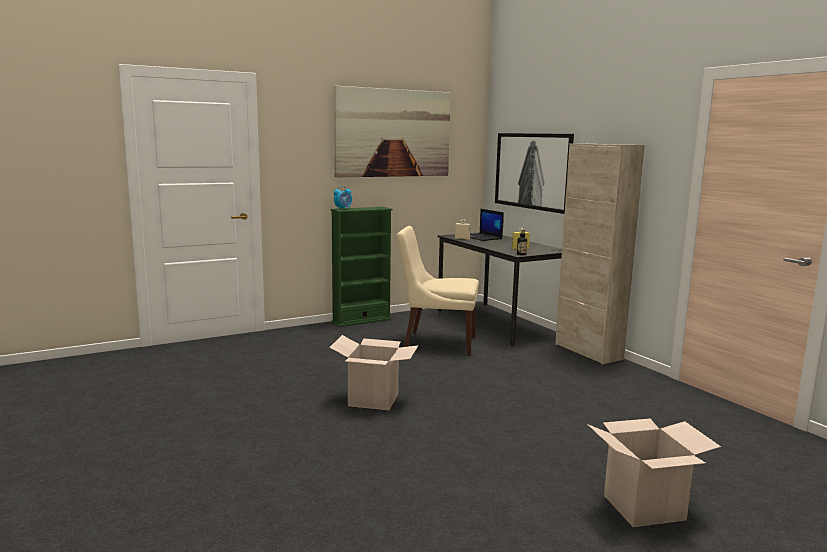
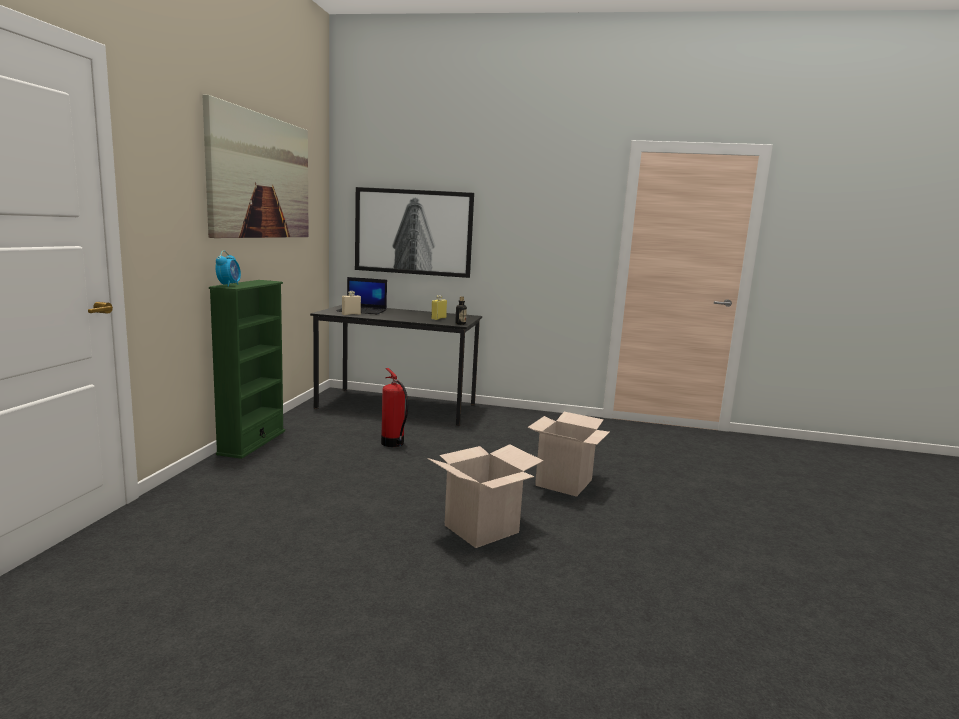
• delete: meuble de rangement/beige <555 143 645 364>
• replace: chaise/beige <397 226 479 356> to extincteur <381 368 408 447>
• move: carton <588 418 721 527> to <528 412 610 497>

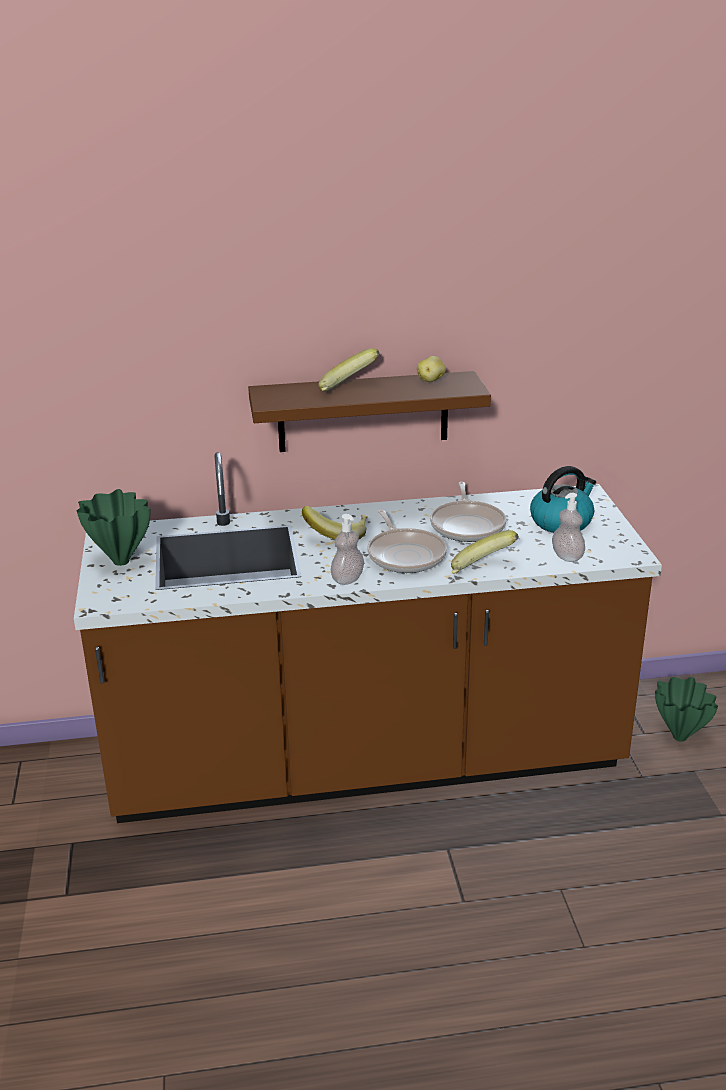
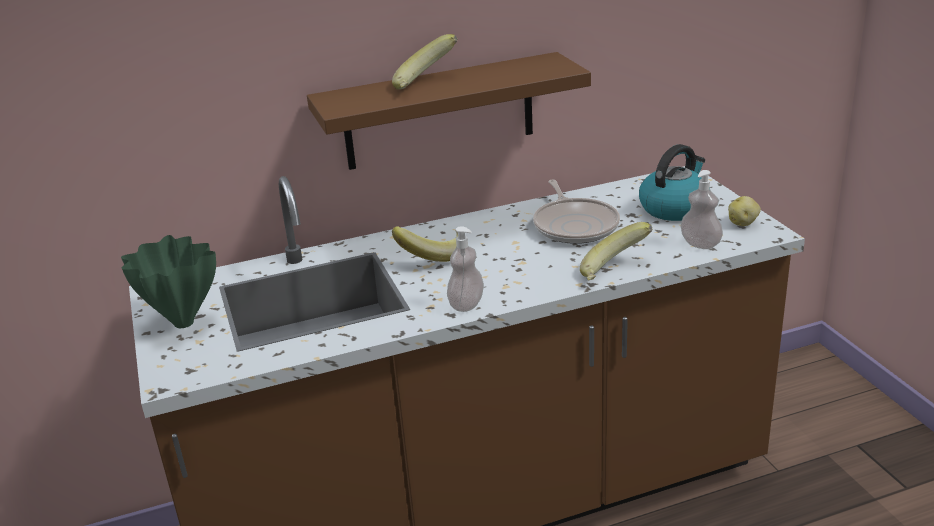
• move: pomme de terre <417 356 446 382> to <728 196 761 226>
• delete: poêle <367 510 447 573>
• delete: vase/vert <655 677 718 742>

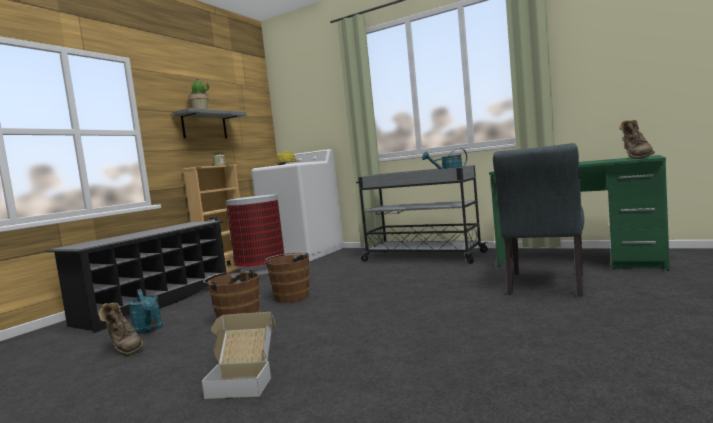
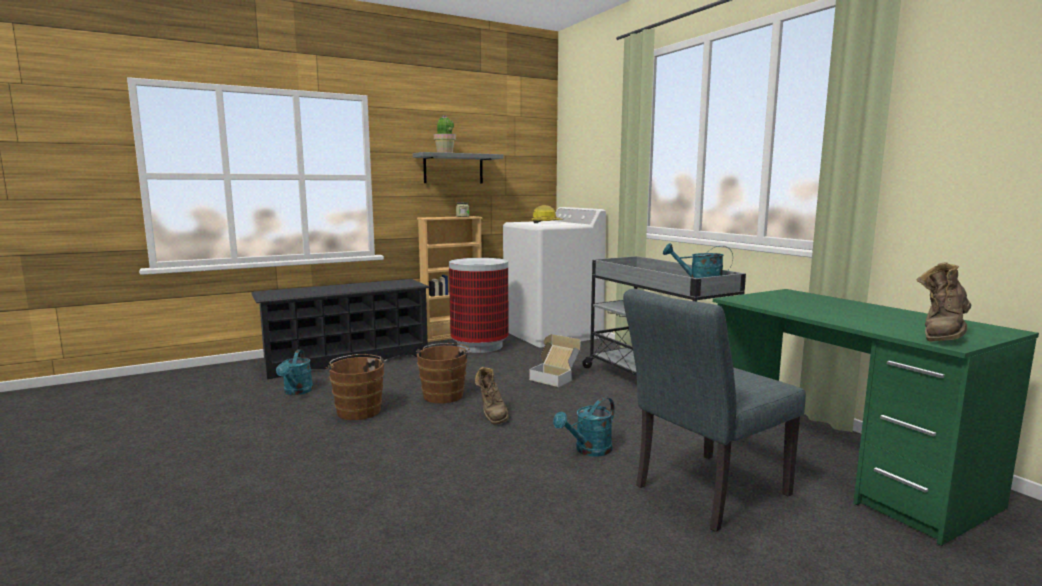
• move: botte/marron <99 303 144 356> to <475 367 509 425>
• move: carton <202 312 276 399> to <529 334 580 387>
• insert: arrosoir/turquoise <553 397 615 457>

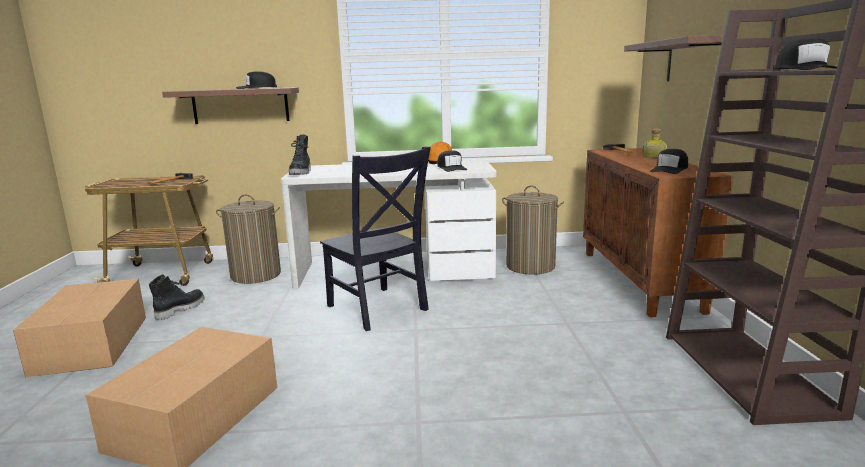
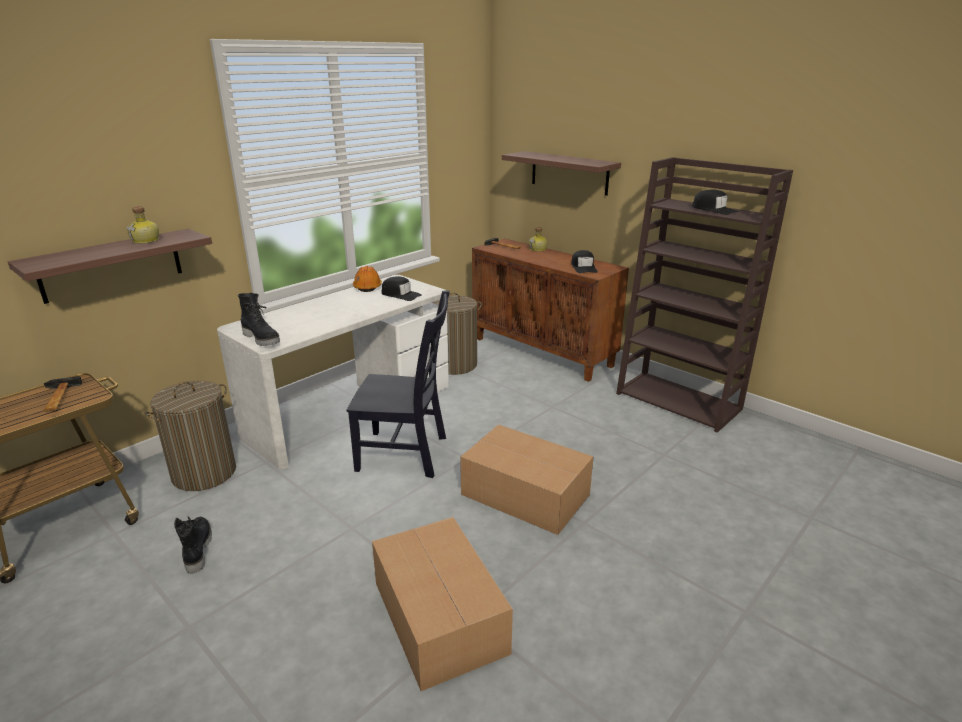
• replace: casquette/noir <236 71 277 89> to bouteille <126 206 159 244>
• move: carton <13 279 146 377> to <460 424 593 535>

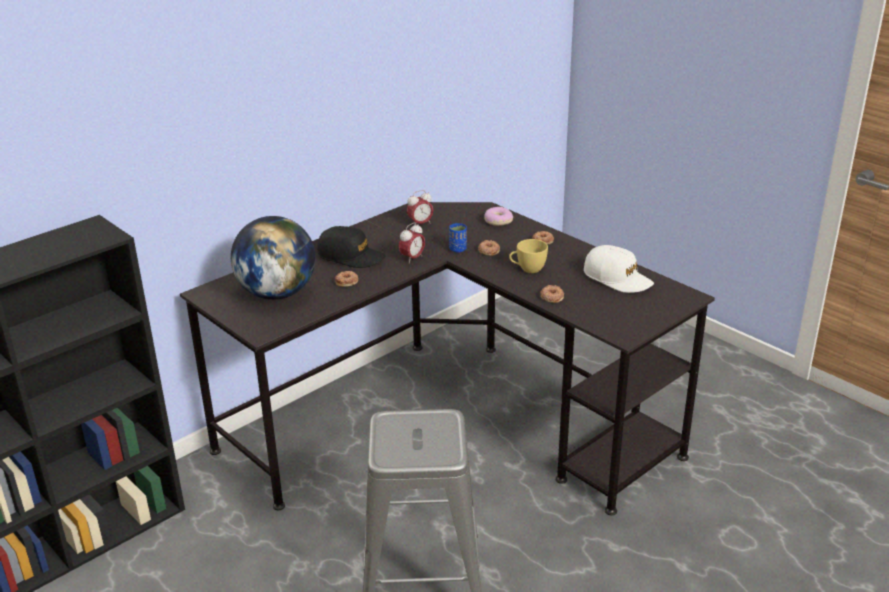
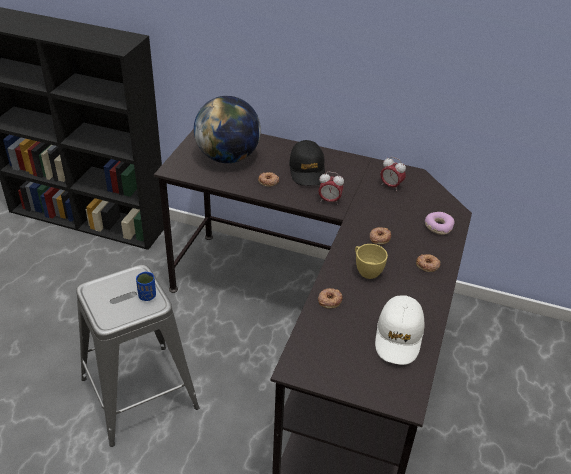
• move: tasse/bleu <449 223 467 253> to <136 272 156 301>

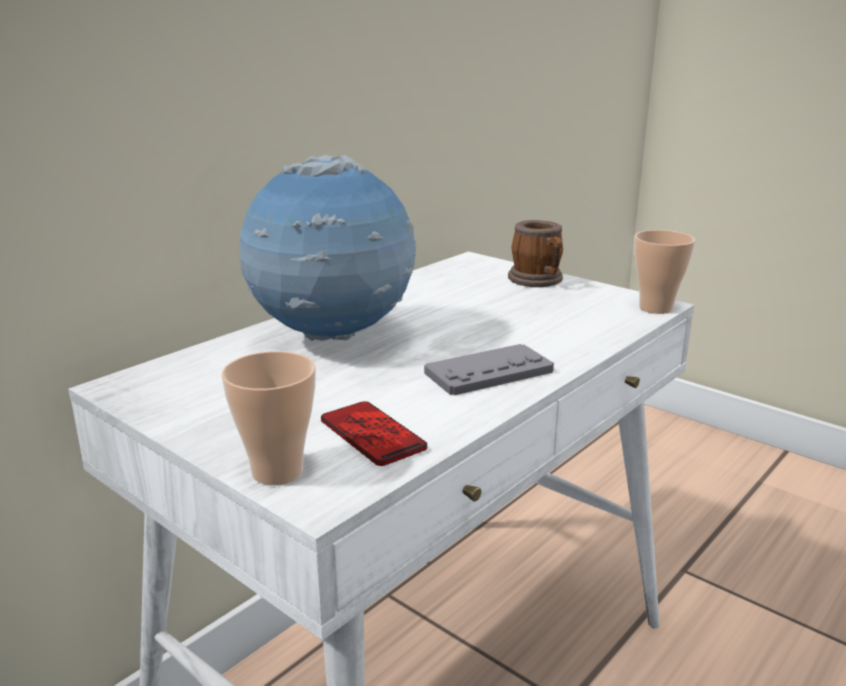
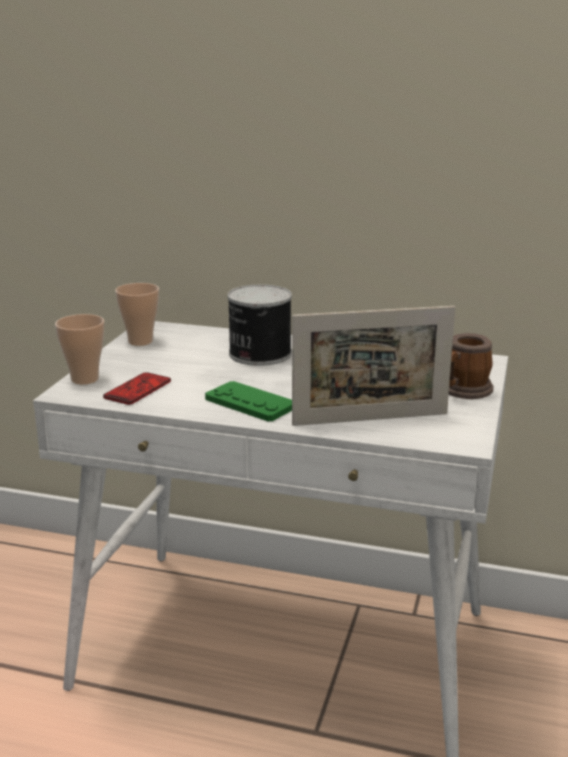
• replace: globe <240 155 417 341> to boîte métallique <228 285 292 366>
• move: tasse <634 230 695 314> to <115 283 159 346>
• recolor: manette/gris <424 344 554 395> to manette/vert <205 381 292 422>
• insert: cadre photo <292 306 455 426>

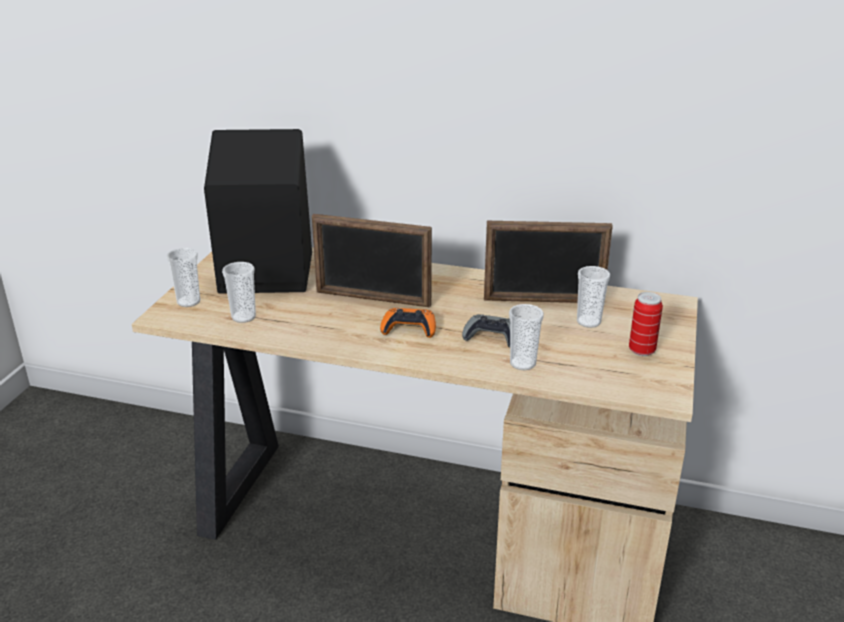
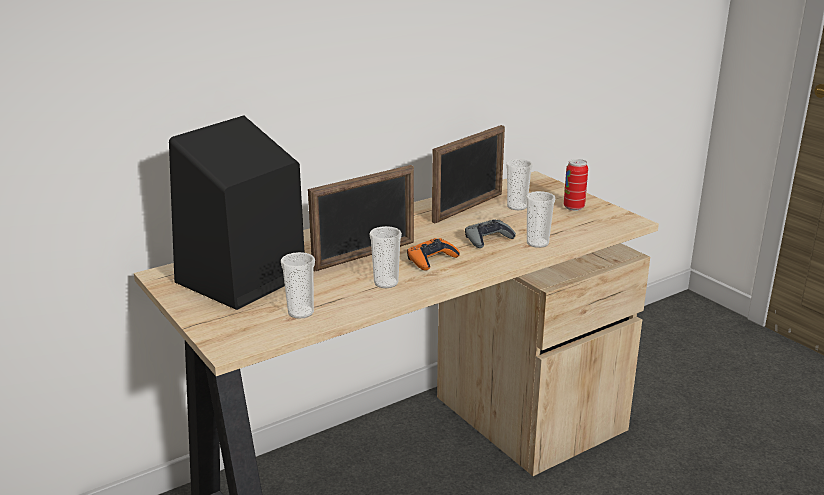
• move: tasse <166 248 201 307> to <369 226 402 288>

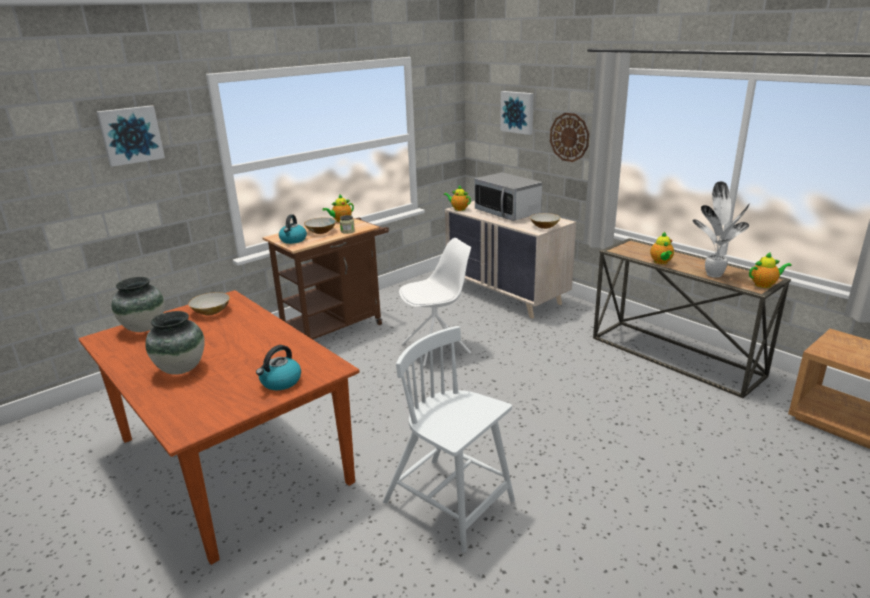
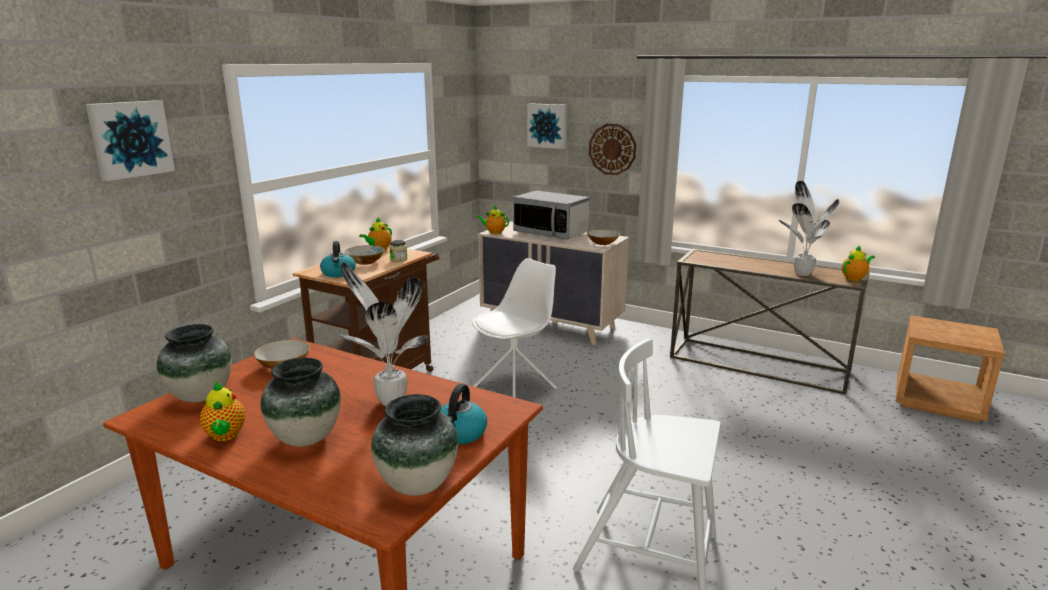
• move: théière <650 232 674 264> to <200 382 245 441>
• insert: plante en pot <338 262 428 406>
• insert: vase <371 394 458 496>

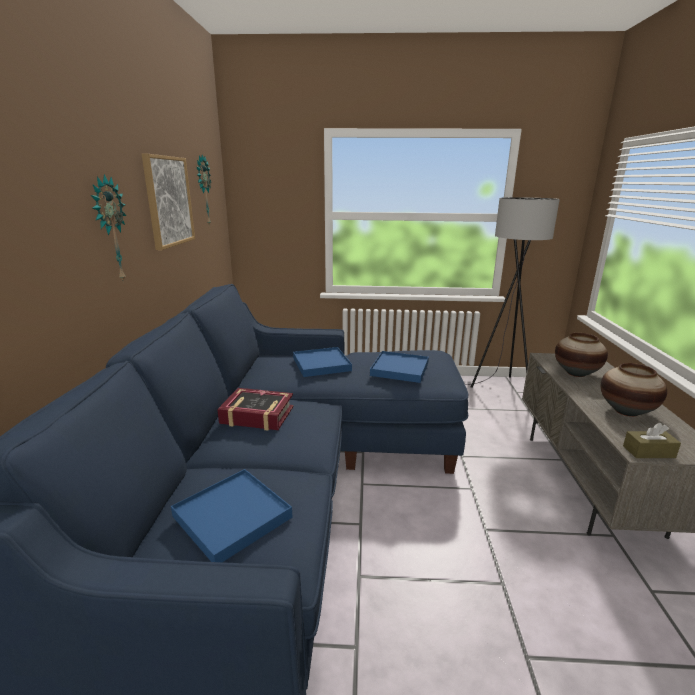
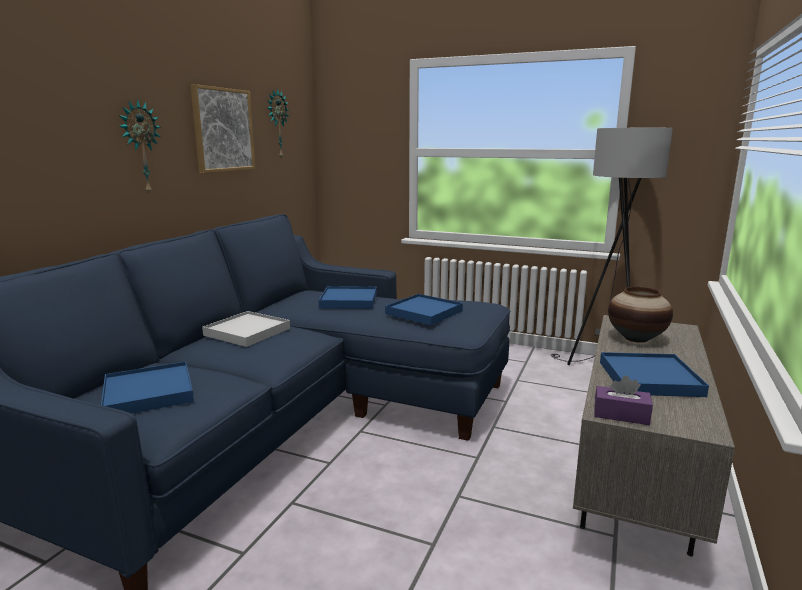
• replace: vase <601 363 667 417> to plateau/bleu <600 352 709 397>
• replace: livre <217 388 294 431> to plateau/blanc <202 311 290 347>
• recolor: boîte à mouchoirs/marron <623 423 681 458> to boîte à mouchoirs/violet <595 376 653 425>

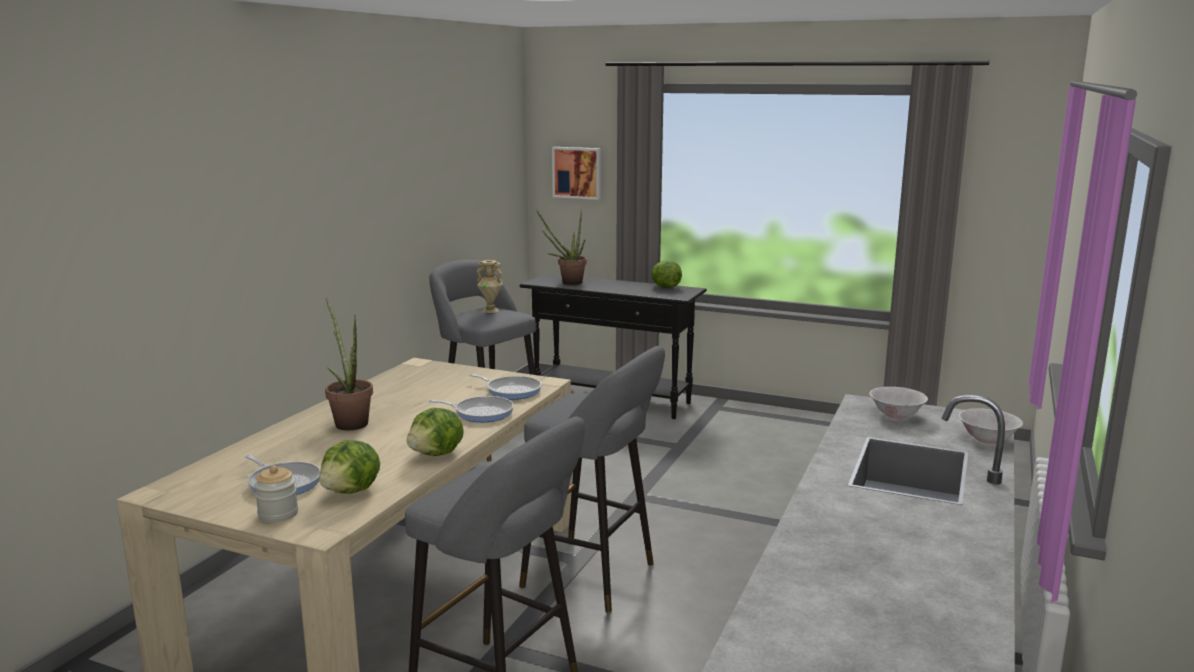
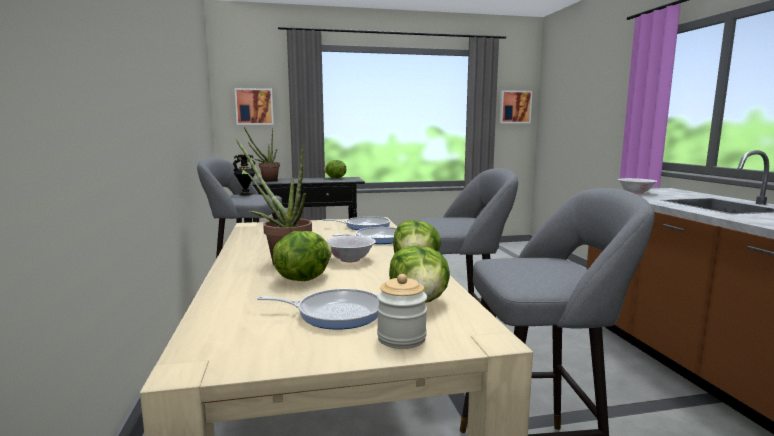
• recolor: vase/beige <477 260 503 313> to vase/noir <233 154 255 196>
• move: bol/blanc <958 408 1023 444> to <325 235 376 262>
• insert: tableau <499 90 532 123>
• insert: laitue <273 231 332 281>

